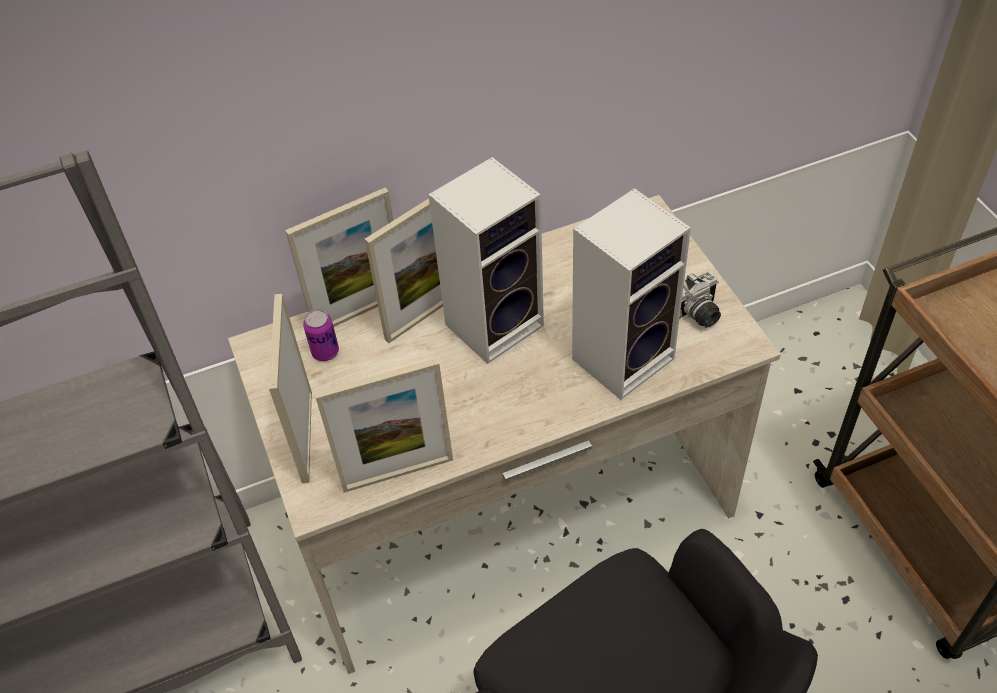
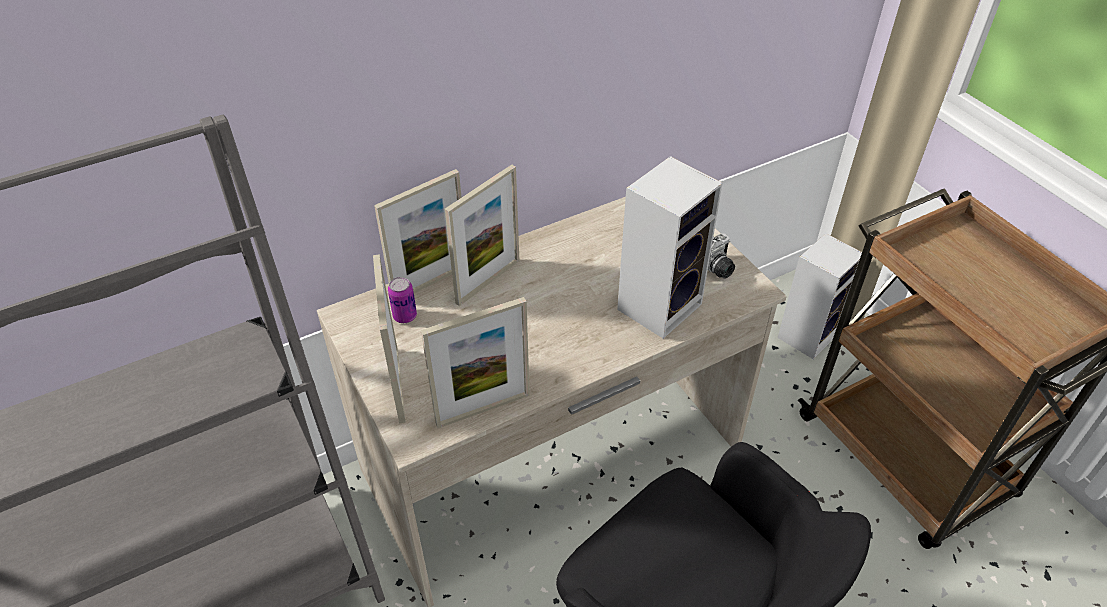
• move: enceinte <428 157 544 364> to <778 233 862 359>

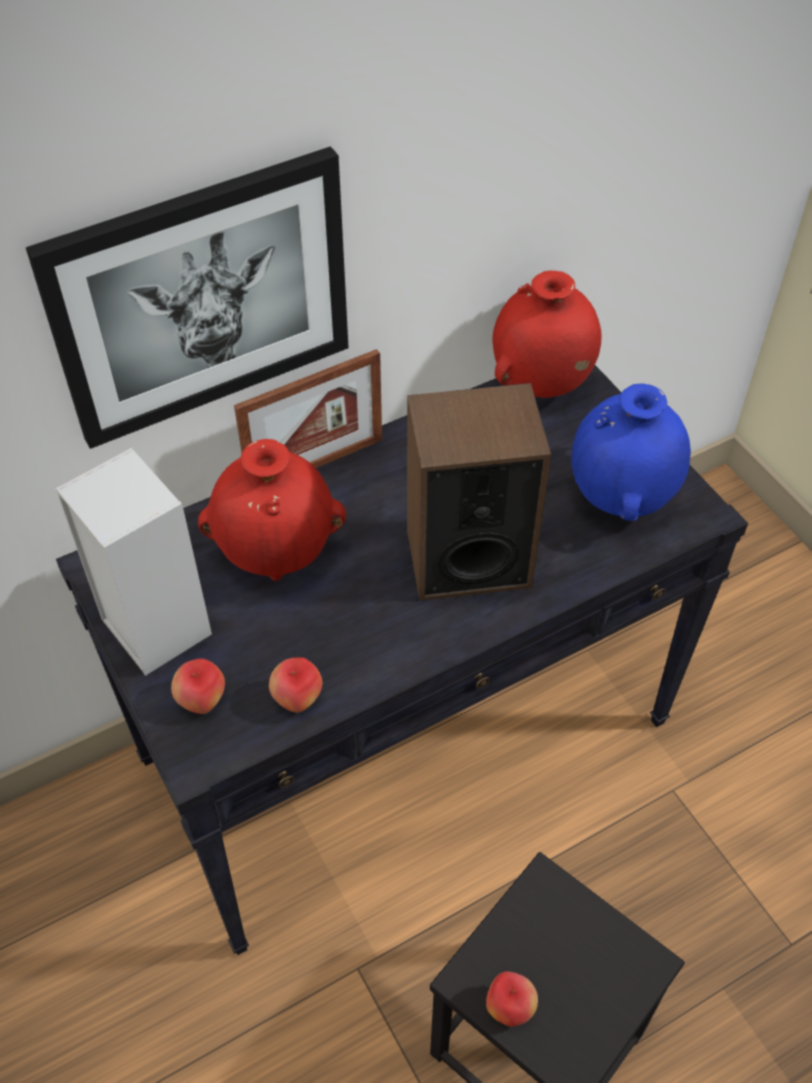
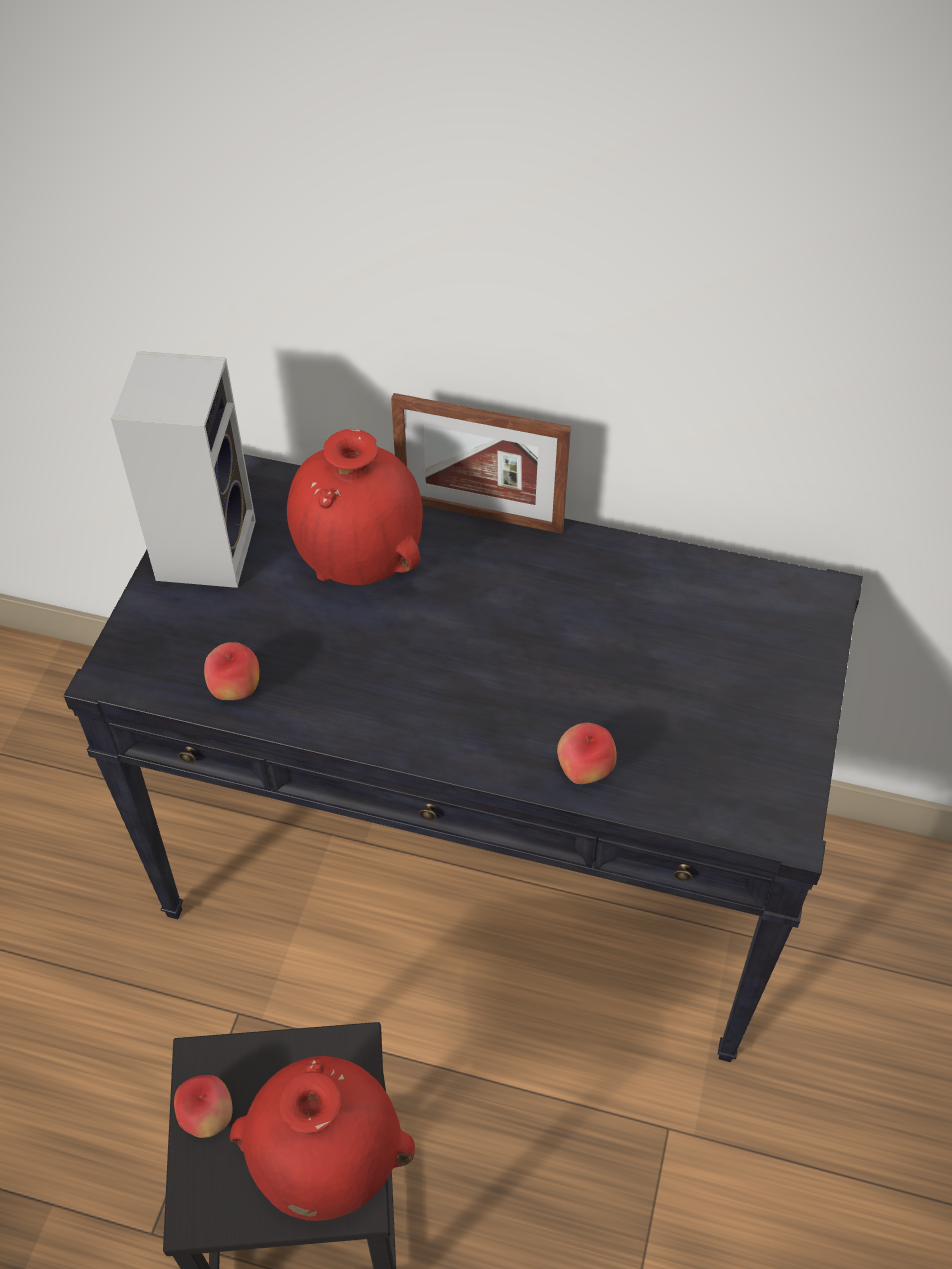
• delete: tableau <26 146 348 449>
• move: vase/rouge <492 270 602 398> to <230 1056 415 1221>
• delete: enceinte <407 383 551 601>
• delete: vase/bleu <571 384 691 521>
• move: pomme <171 659 225 714> to <557 723 617 784>

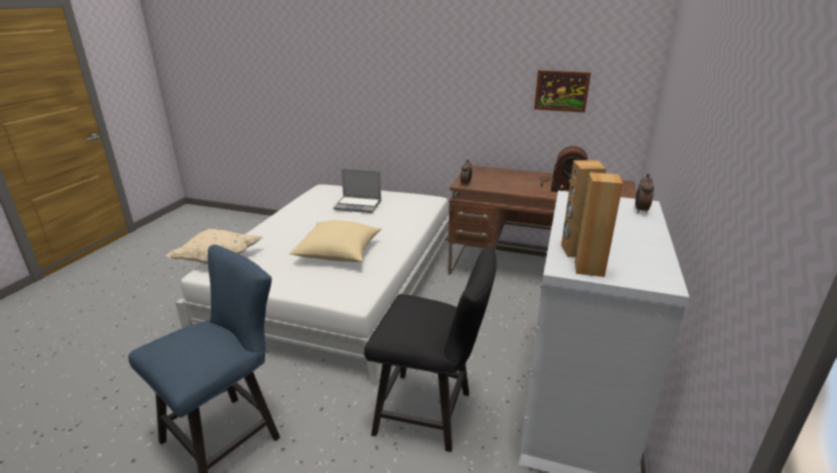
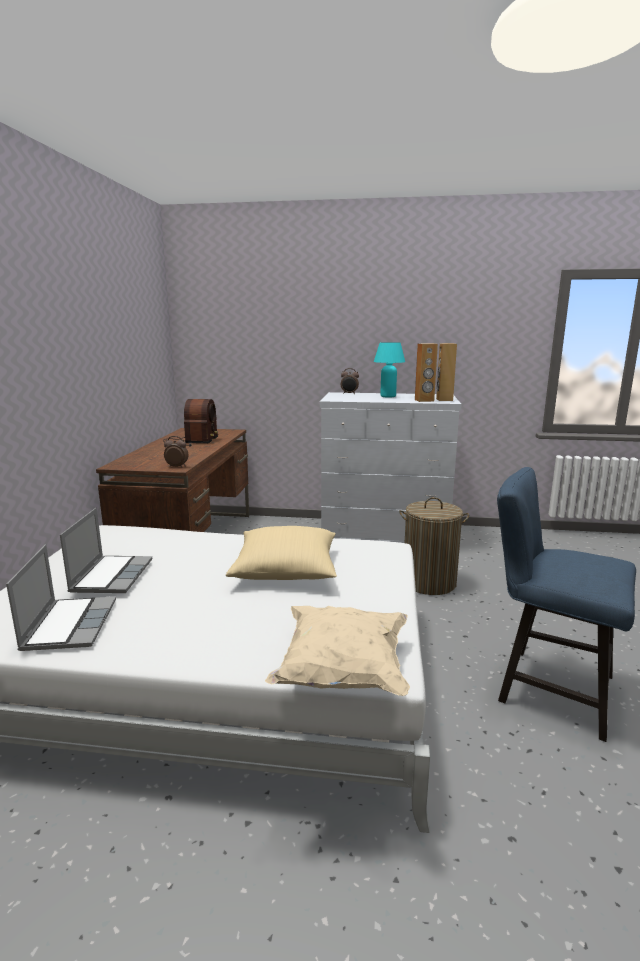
• delete: tableau <534 70 591 113>
• replace: chaise/noir <364 246 497 452> to panier à linge <399 497 469 595>
• insert: lampe de table/turquoise <374 342 405 398>
• insert: ordinateur portable <6 545 116 651>

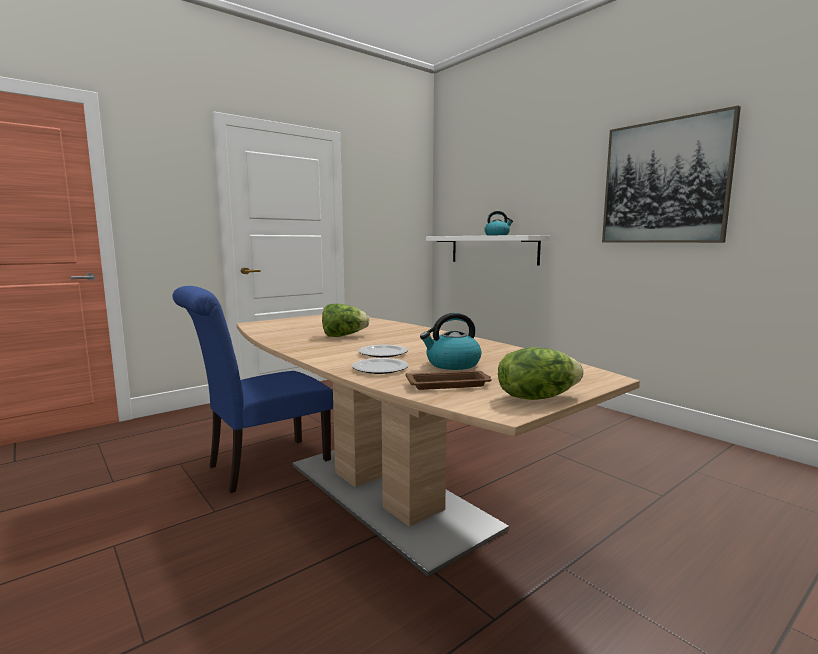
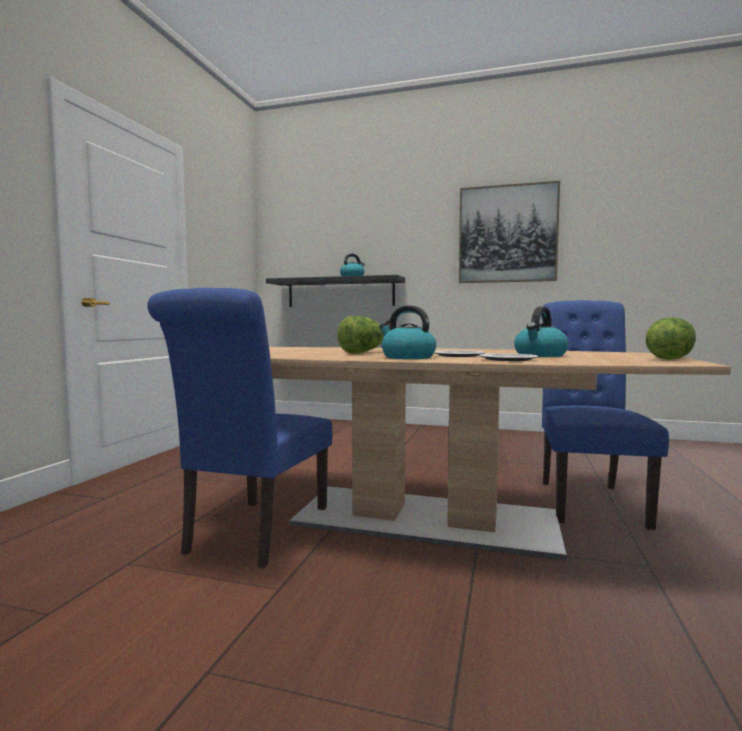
• recolor: étagère/blanc <426 235 550 266> to étagère/noir <266 275 405 307>
• delete: plateau/marron <405 371 491 390>
• insert: chaise/bleu <541 300 669 530>
• insert: bouilloire <379 305 436 359>

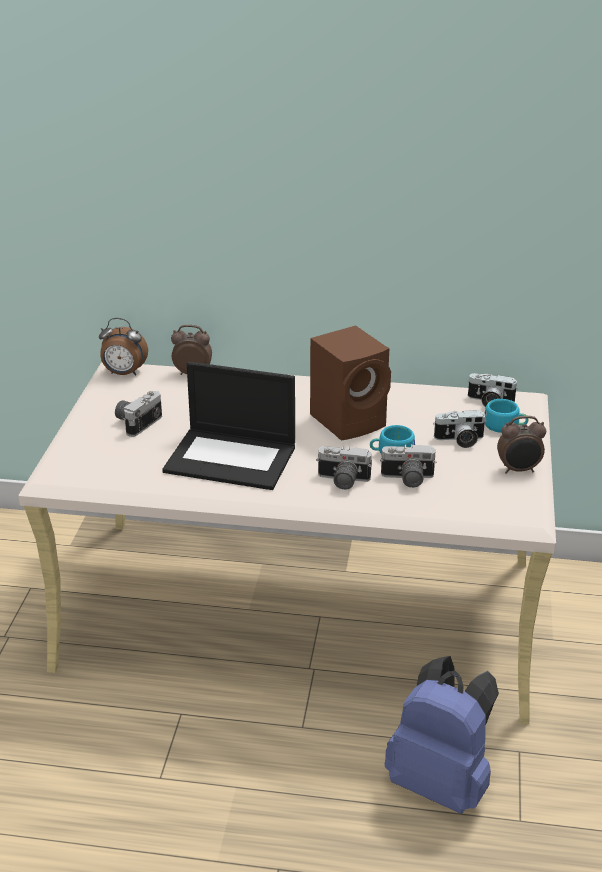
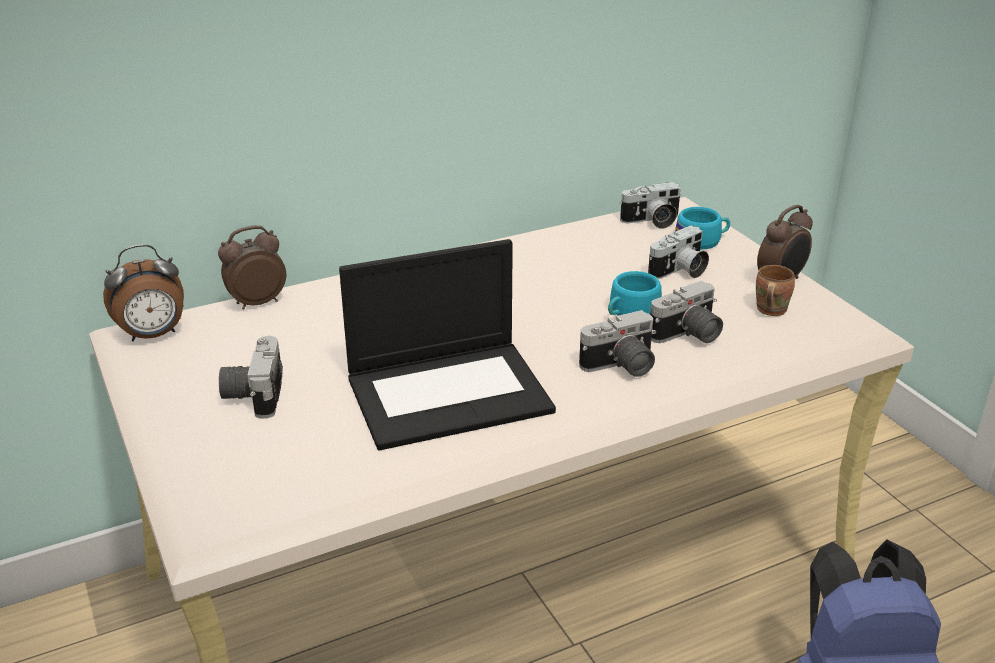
• delete: enceinte/marron <310 325 391 441>
• insert: mug/marron <756 265 795 316>

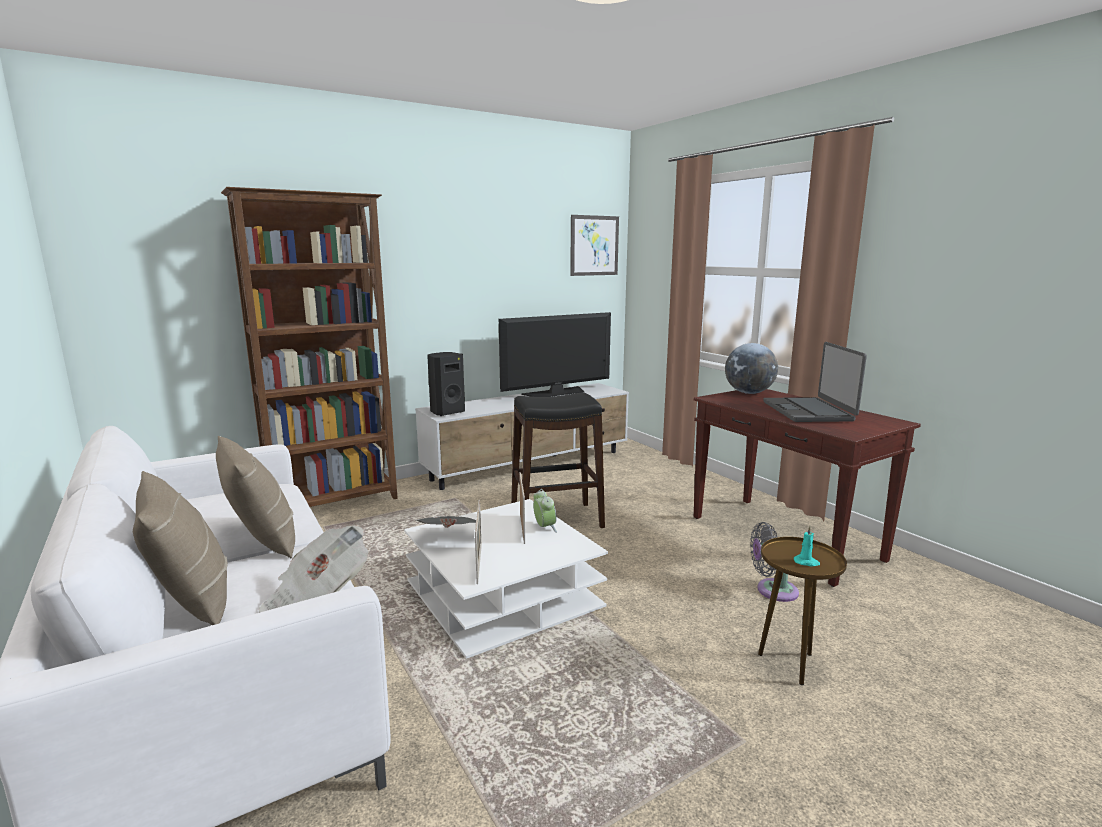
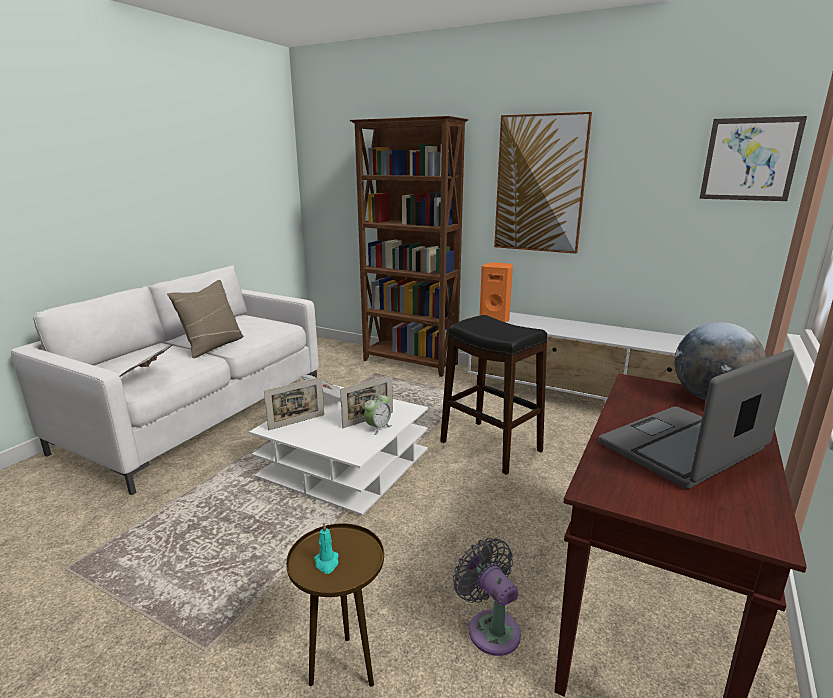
• delete: téléviseur <499 312 611 397>
• recolor: enceinte/noir <427 352 465 416> to enceinte/orange <480 263 513 322>
• delete: coussin/beige <133 471 228 625>
• insert: tableau <494 112 592 254>

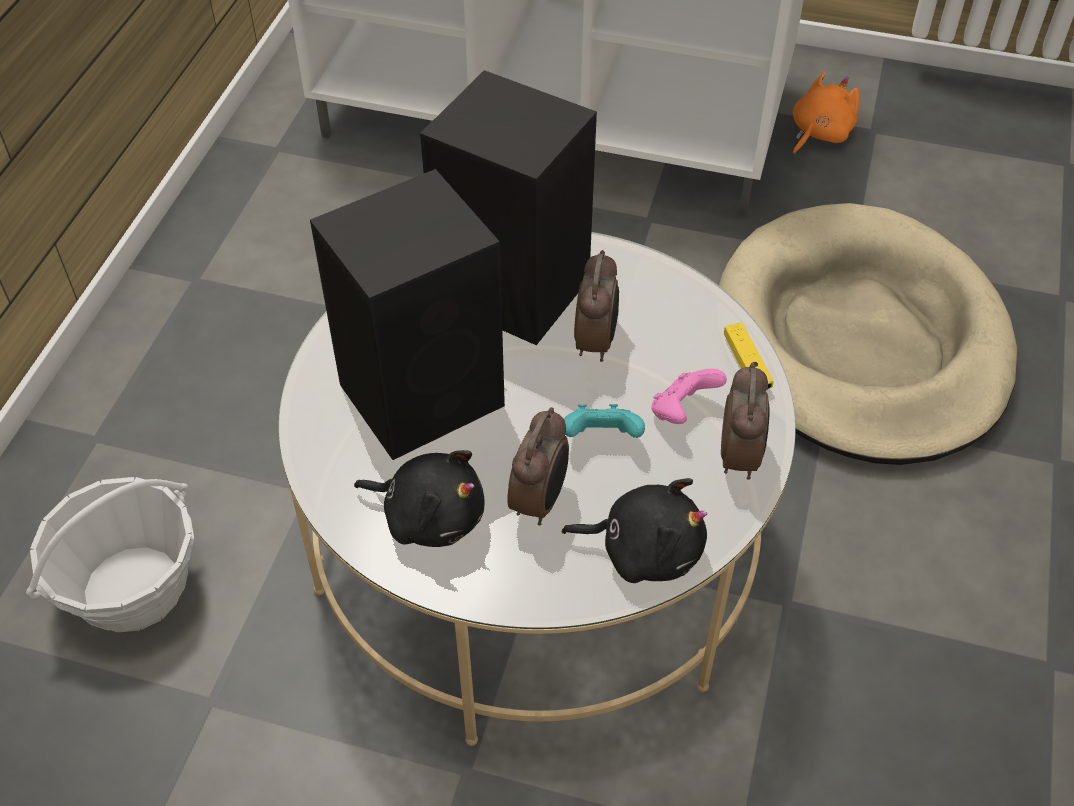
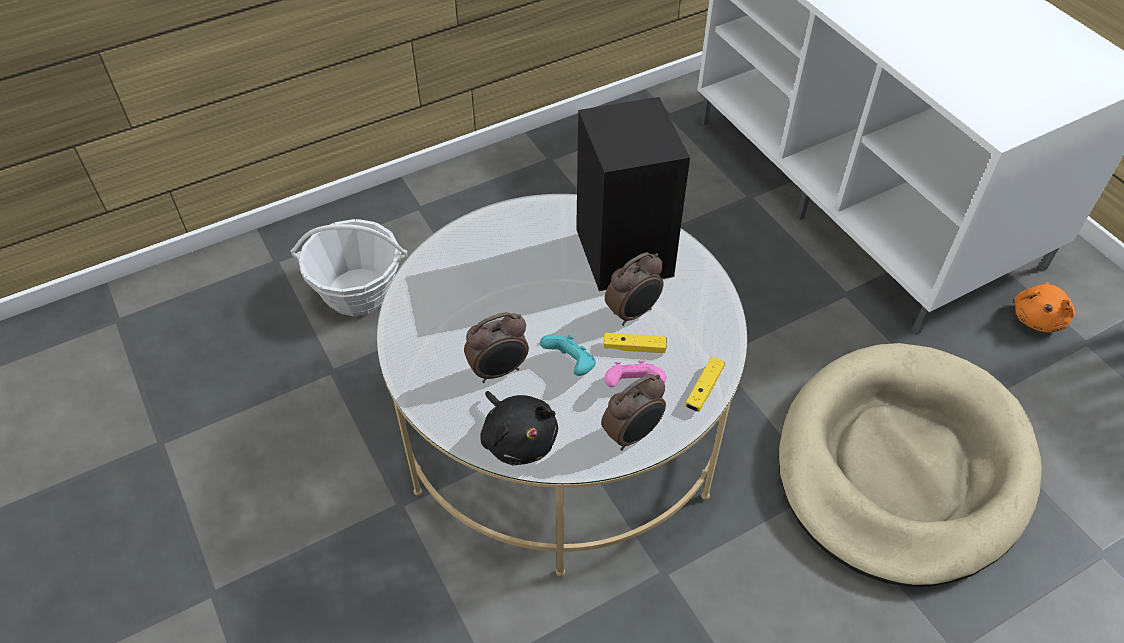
• rotate: peluche/orange <793 72 859 155> = <1014 282 1075 333> 120 degrees clockwise
• delete: enceinte/noir <310 169 505 460>
• delete: peluche/noir <354 450 485 547>
• insert: manette/jaune <603 333 667 353>

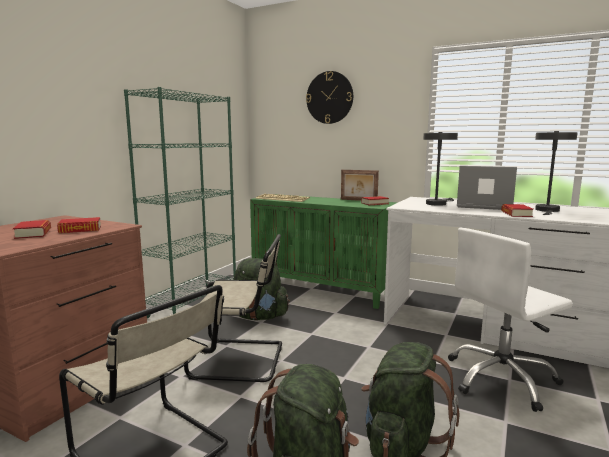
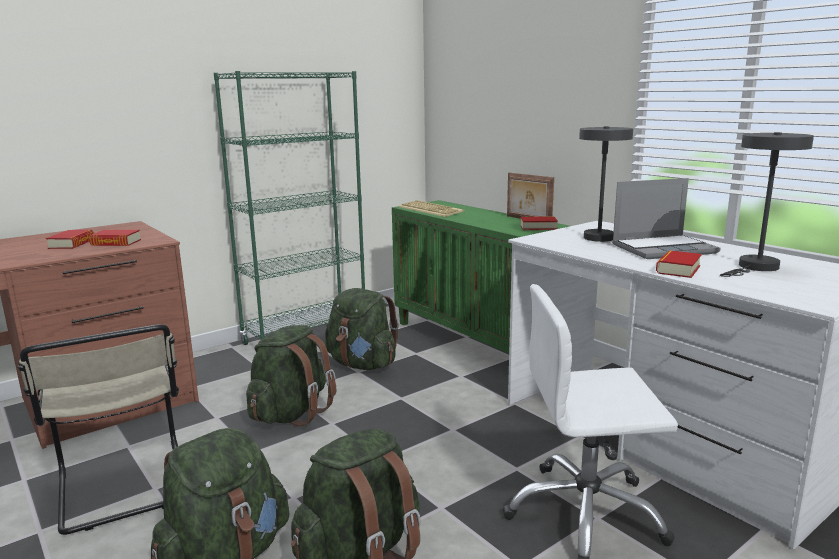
• delete: horloge murale <306 71 353 124>
• rotate: ordinateur portable <457 166 517 210> = <612 178 720 259> 120 degrees clockwise
• replace: chaise/beige <184 234 282 382> to sac à dos/vert <246 325 336 427>

